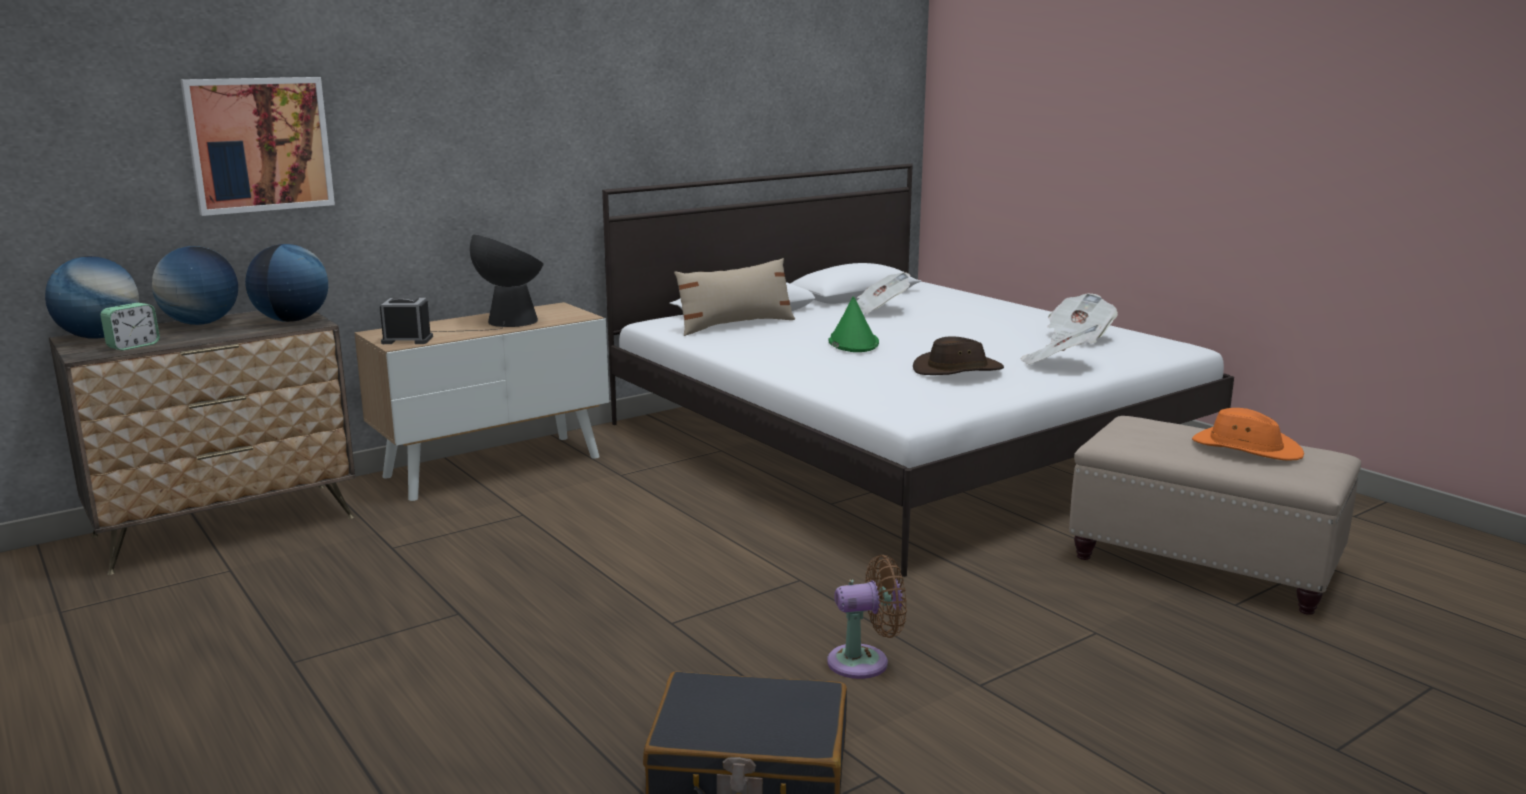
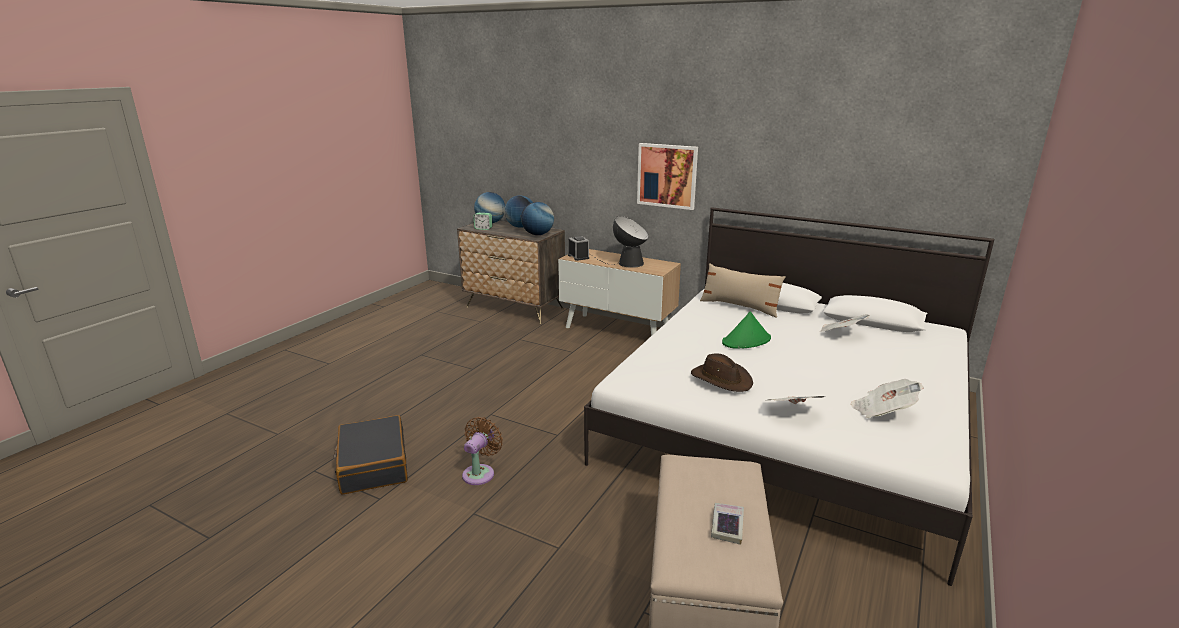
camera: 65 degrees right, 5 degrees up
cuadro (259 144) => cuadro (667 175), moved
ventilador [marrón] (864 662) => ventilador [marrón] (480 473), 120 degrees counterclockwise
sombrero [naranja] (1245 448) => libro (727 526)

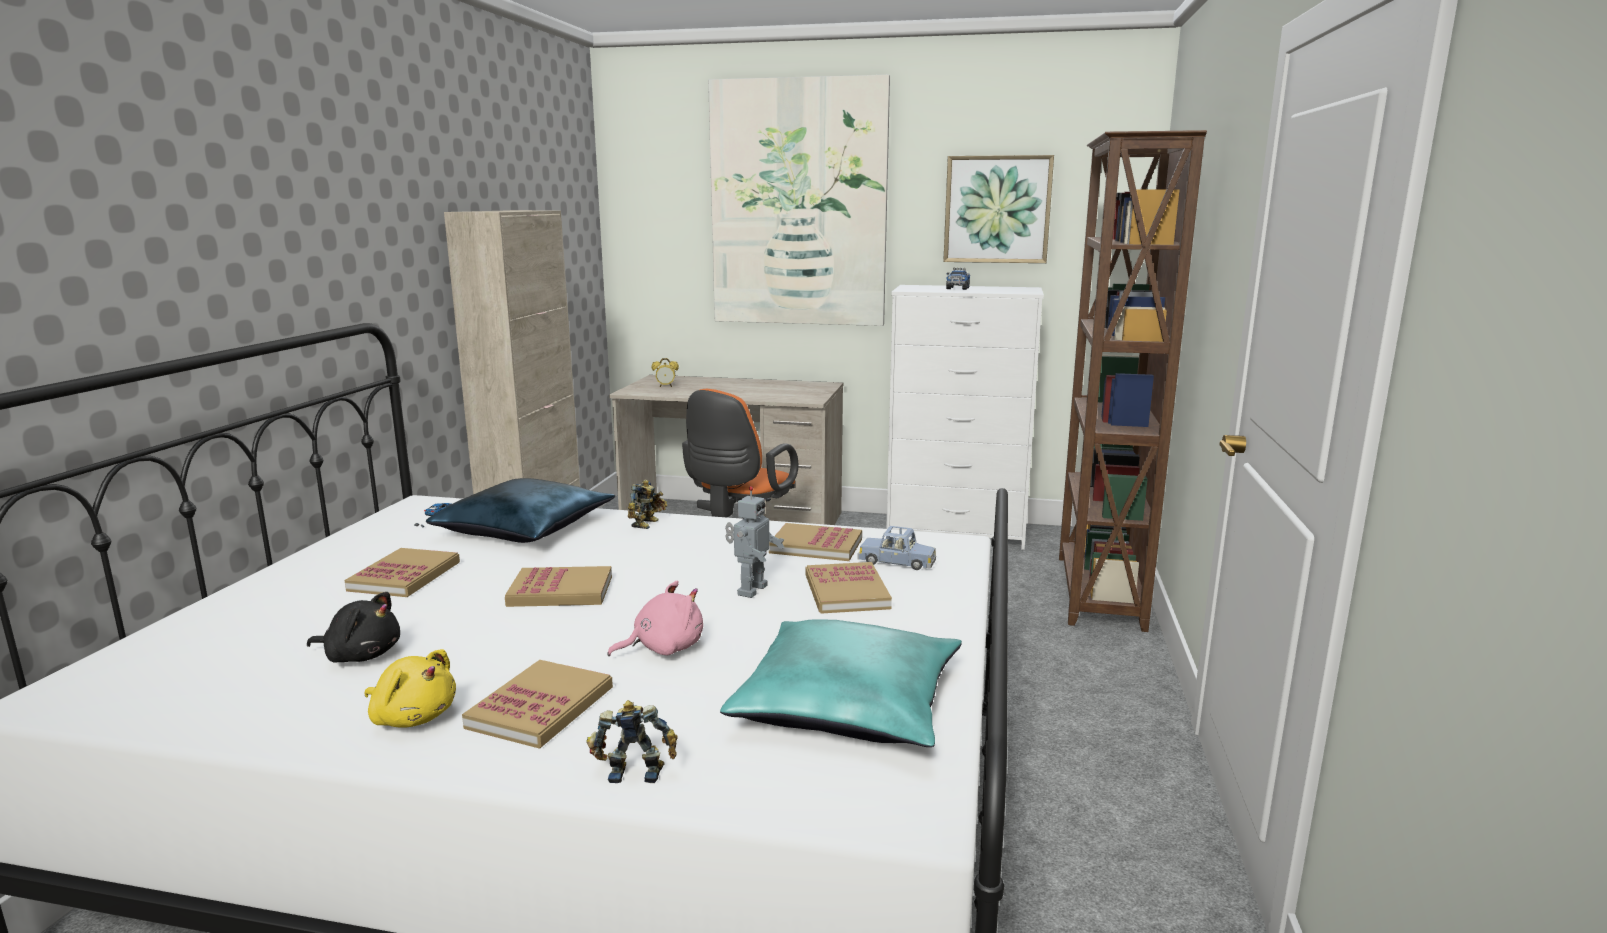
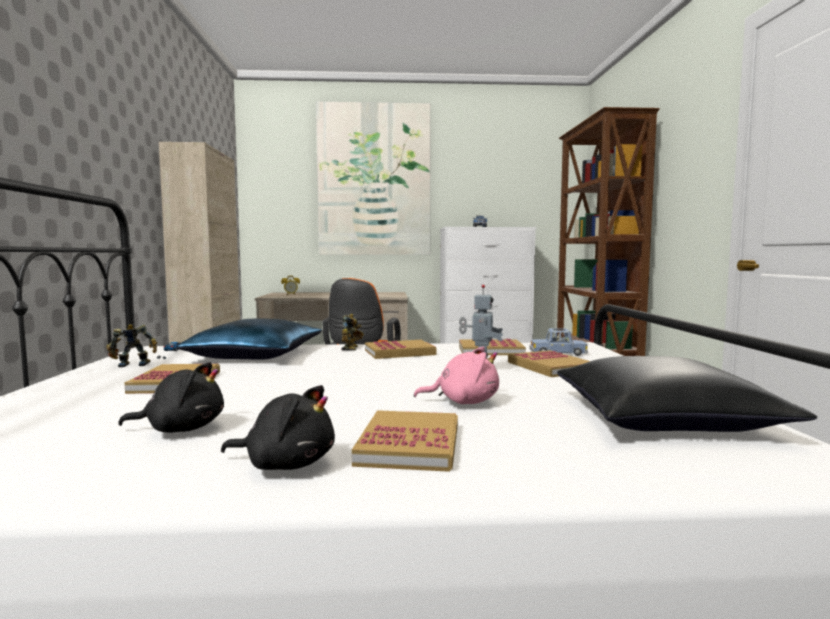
camera: 15 degrees left, 10 degrees down
peluche [amarillo] (412 717) => peluche [negro] (286 464)
libro (560 591) => libro (399 352), moved
robot de juguete (635 770) => robot de juguete (134 364), moved
peluche [rosa] (663 648) => peluche [rosa] (463 402), 45 degrees clockwise
cojín [turquesa] (848 703) => cojín [negro] (662 417)
cuadro (997 209) => nothing

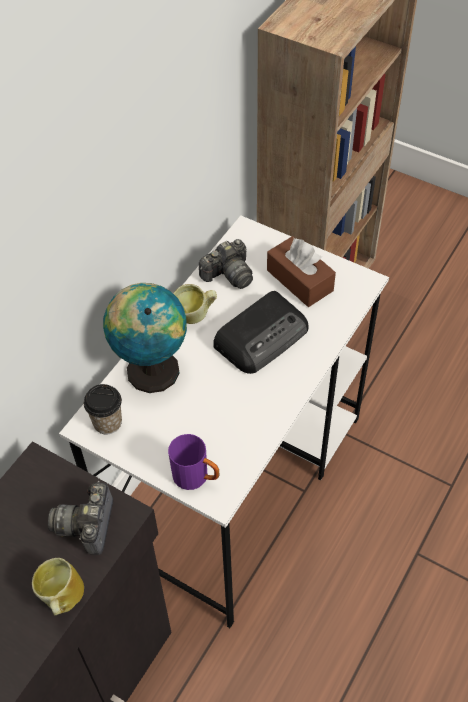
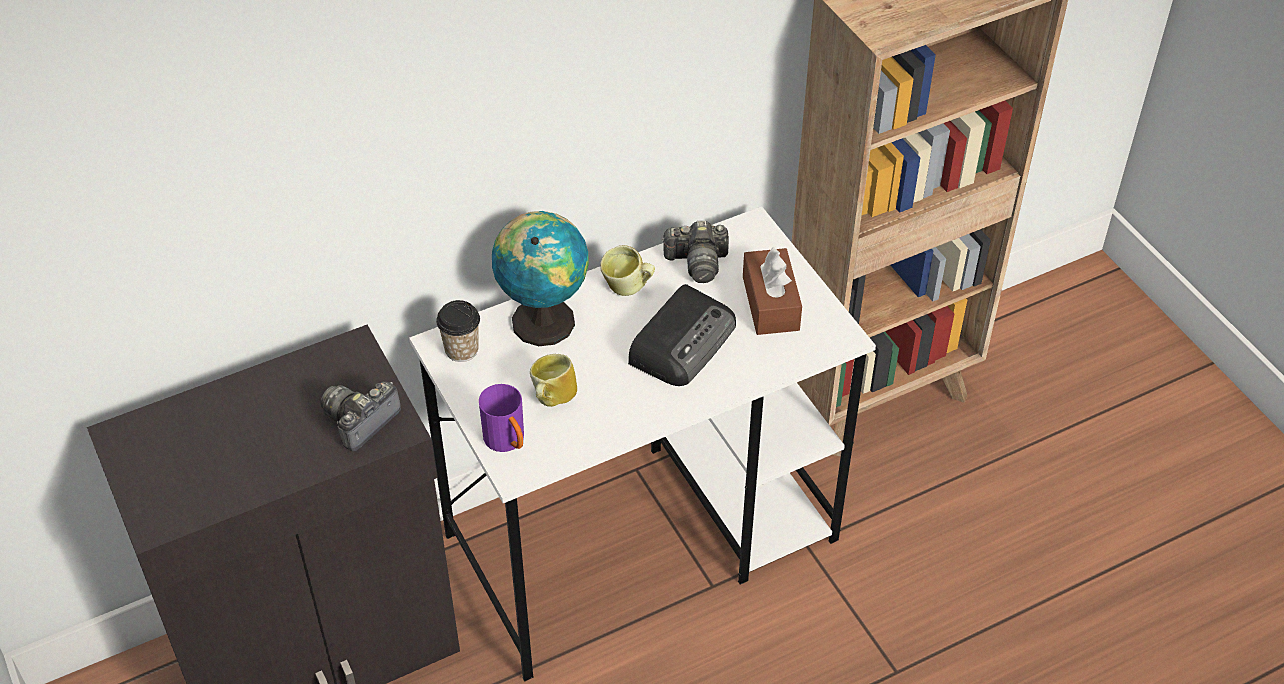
camera: 30 degrees right, 5 degrees down
taza grande (61 600) => taza grande (551 399), moved
radio (262 336) => radio (683 341), 45 degrees counterclockwise

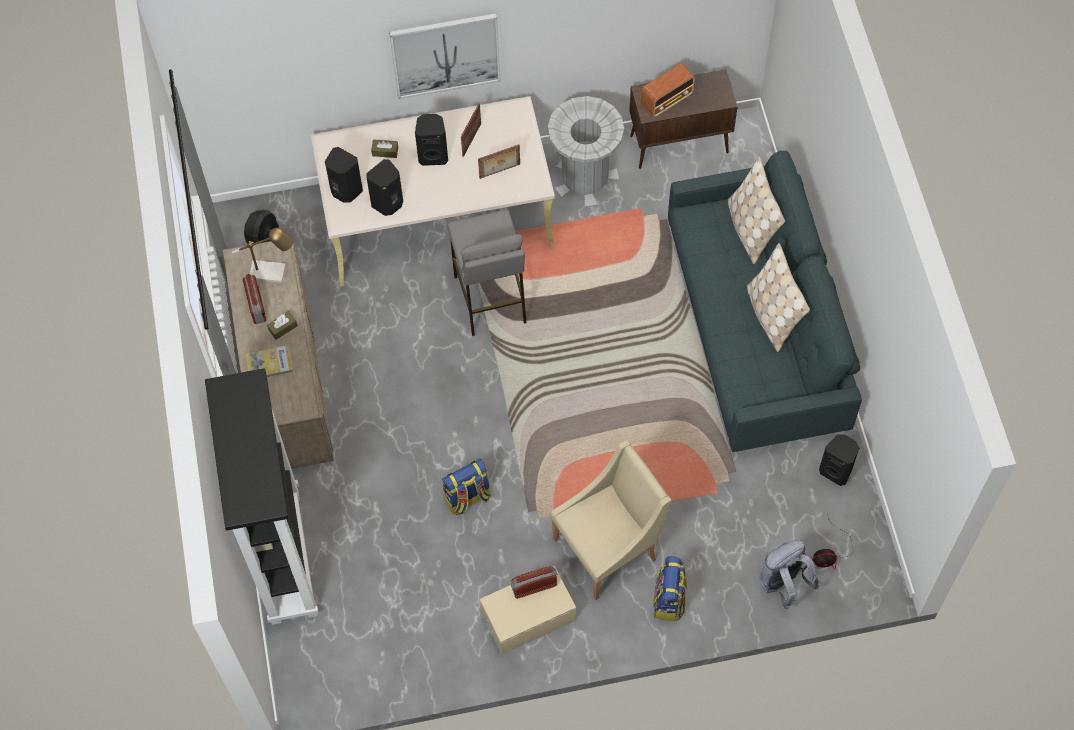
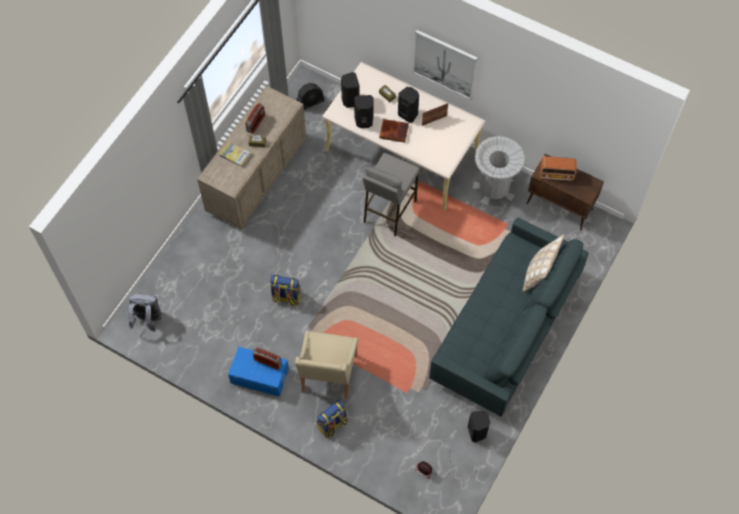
camera: 40 degrees right, 0 degrees up
estantería [negro] (284 555) => nothing
lámpara de mesa (273 272) => nothing
portarretratos (500 171) => nothing
caja de almacenaje [beis] (527 615) => caja de almacenaje [azul] (259 375)
sillón [beis] (608 548) => sillón [beis] (328 375), 90 degrees clockwise
cojín [beis] (772 315) => nothing
mochila [gris] (783 584) => mochila [gris] (147 320), moved
nothing => libro (394 131)

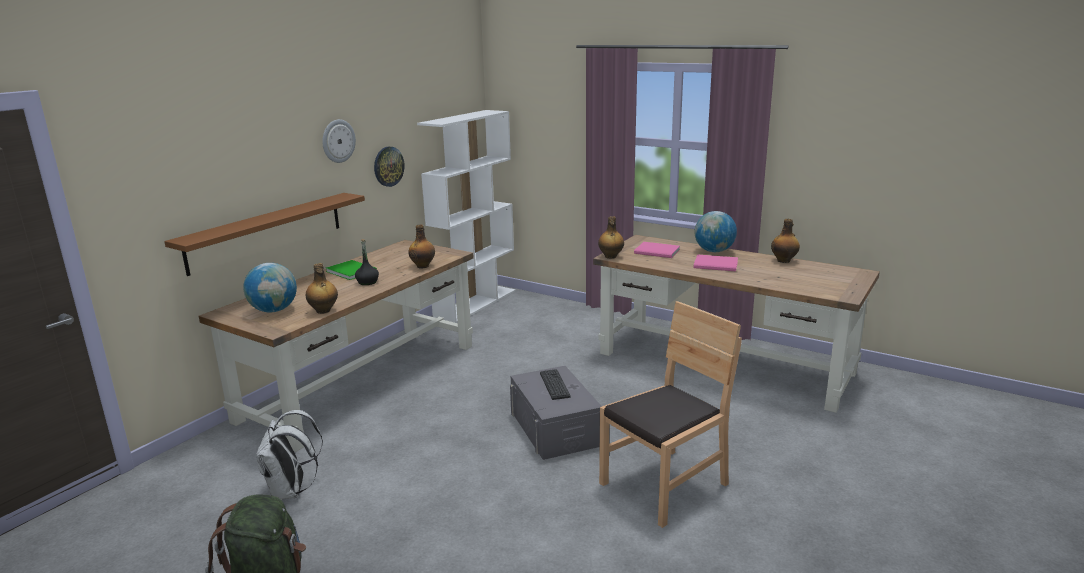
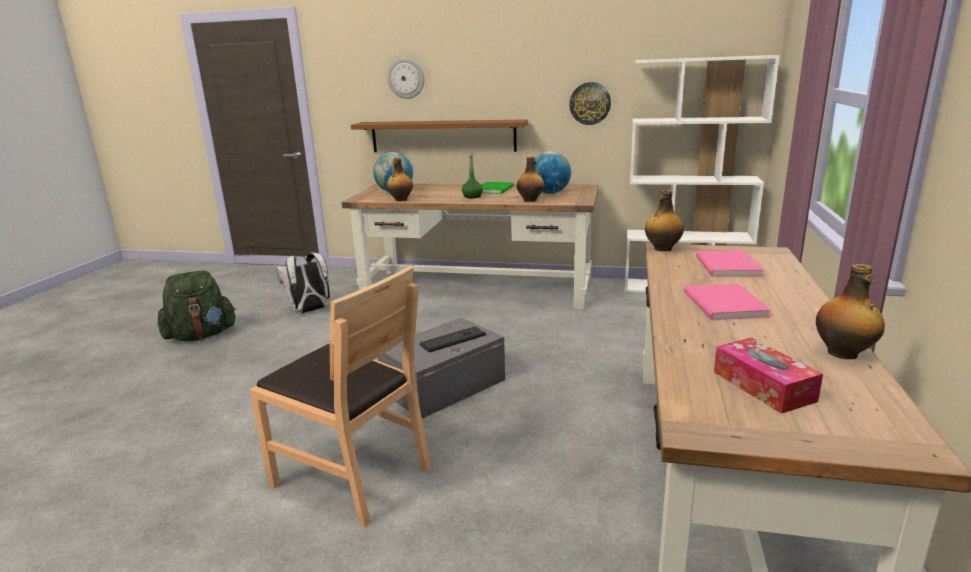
camera: 70 degrees right, 0 degrees up
reloj de pared (338 141) => reloj de pared (406 78), moved
botella [negro] (367 282) => botella [verde] (472 196)
globo terráqueo (714 251) => globo terráqueo (549 193), moved
nothing => caja de pañuelos (763 386)

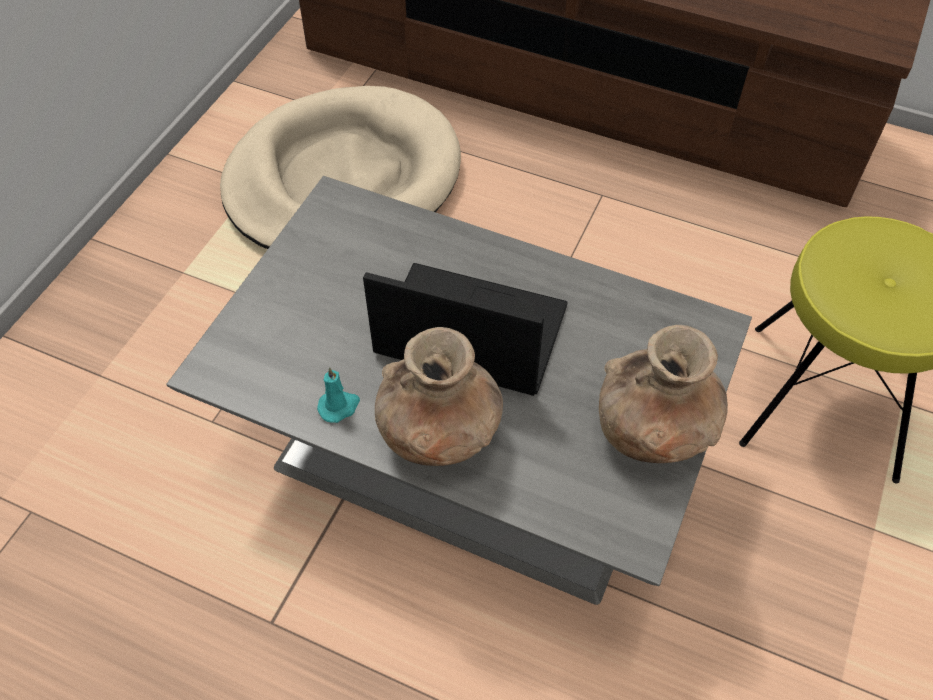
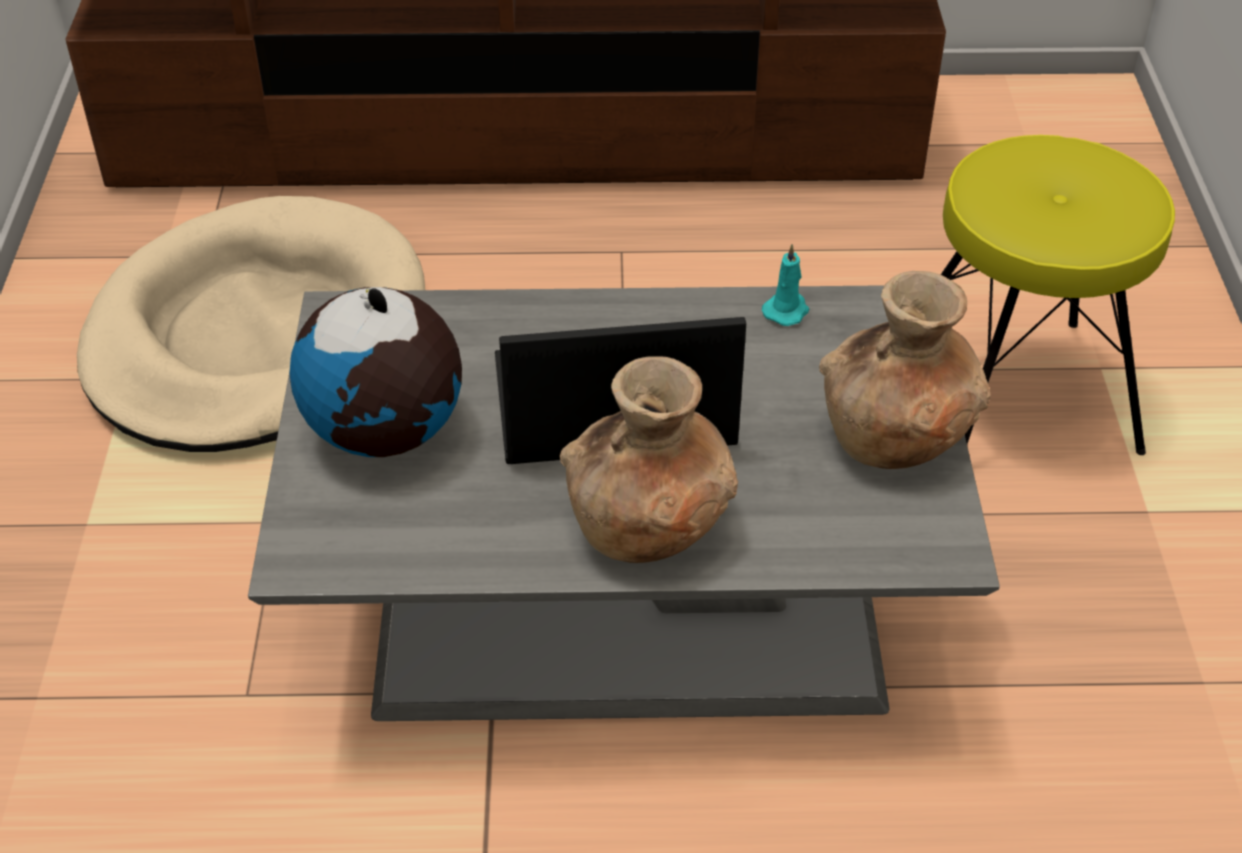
camera: 25 degrees left, 10 degrees down
vela [turquesa] (339 406) => vela [turquesa] (787 310), moved
nothing => globo terráqueo (385 433)

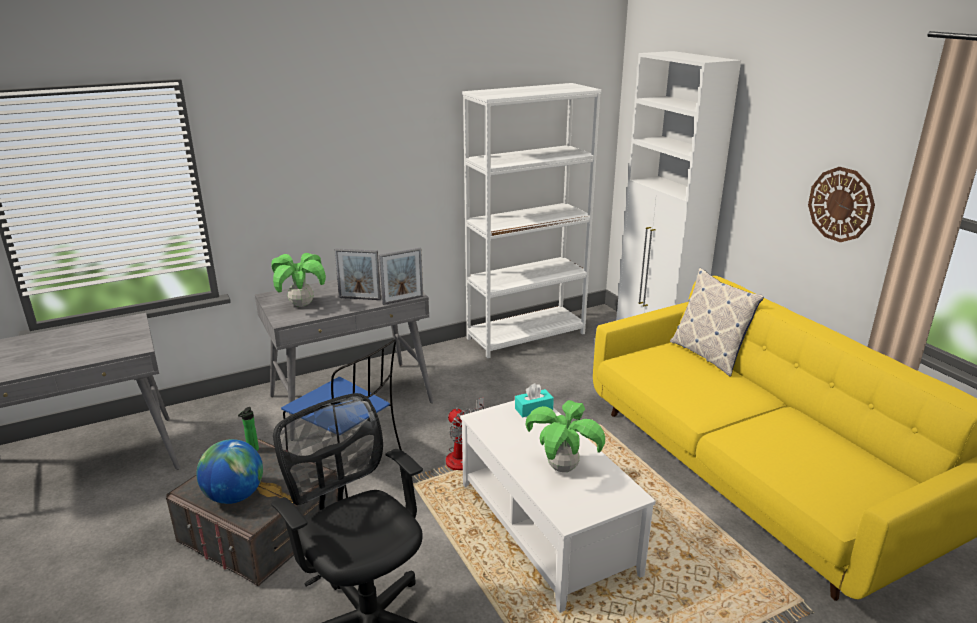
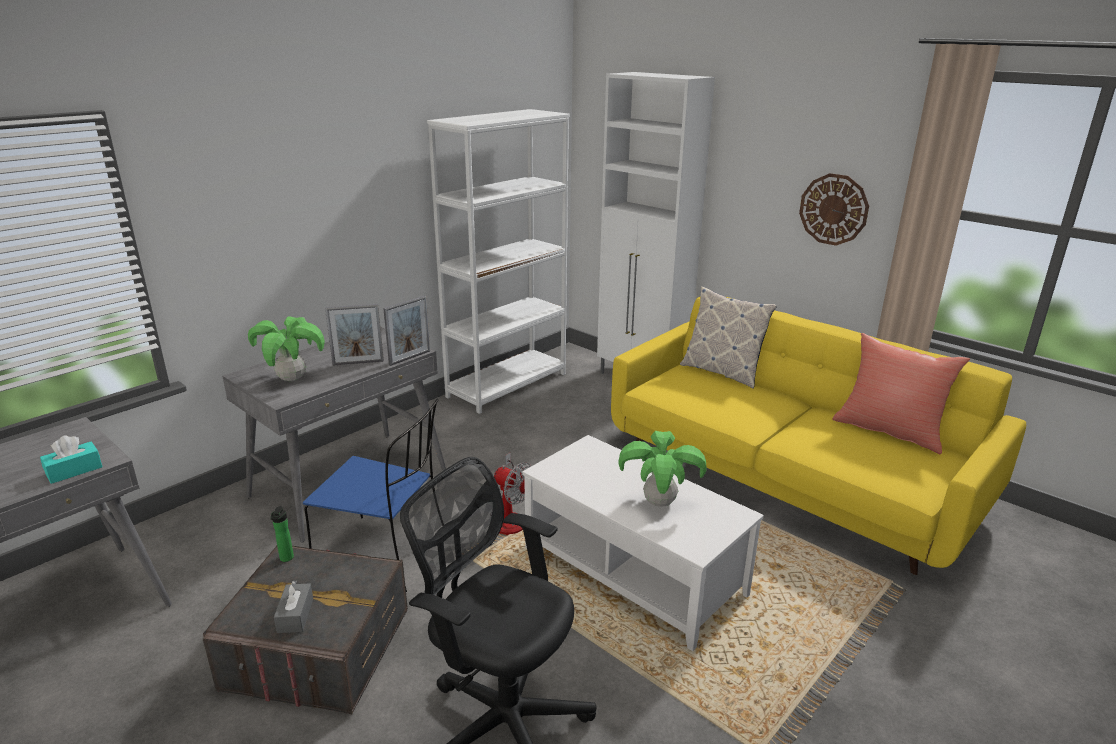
camera: 20 degrees left, 0 degrees up
globo terráqueo (234 496) => caja de pañuelos [gris] (295 615)
caja de pañuelos [turquesa] (533 409) => caja de pañuelos [turquesa] (74 470), moved
nothing => cojín [rojo] (889 431)

